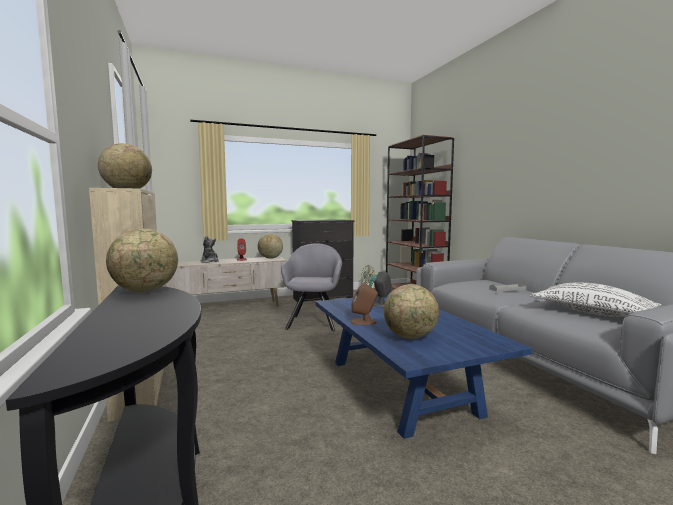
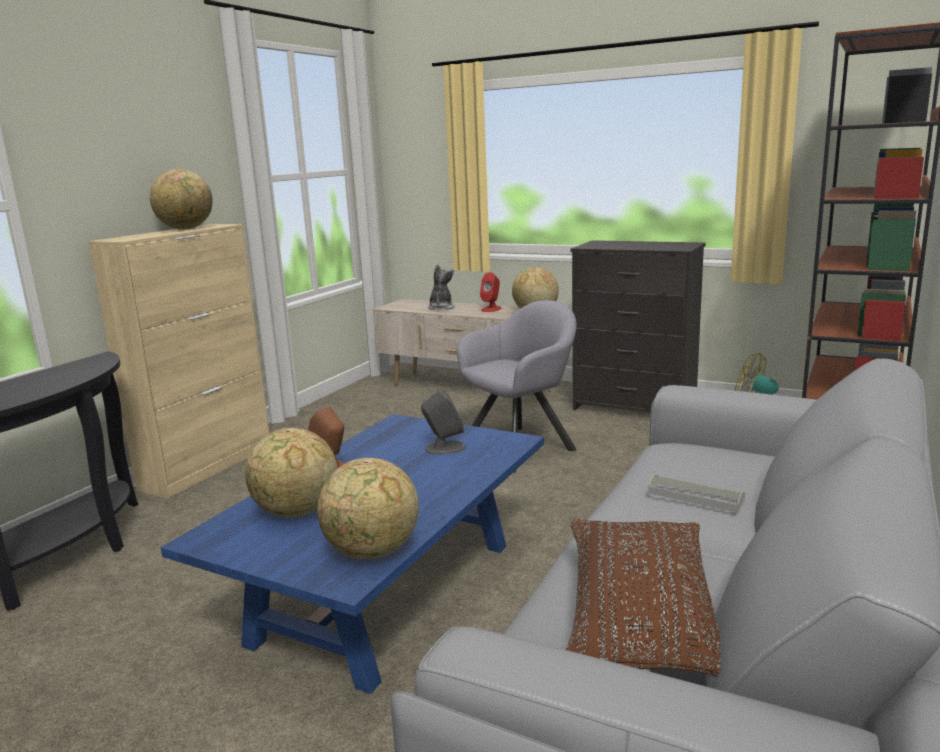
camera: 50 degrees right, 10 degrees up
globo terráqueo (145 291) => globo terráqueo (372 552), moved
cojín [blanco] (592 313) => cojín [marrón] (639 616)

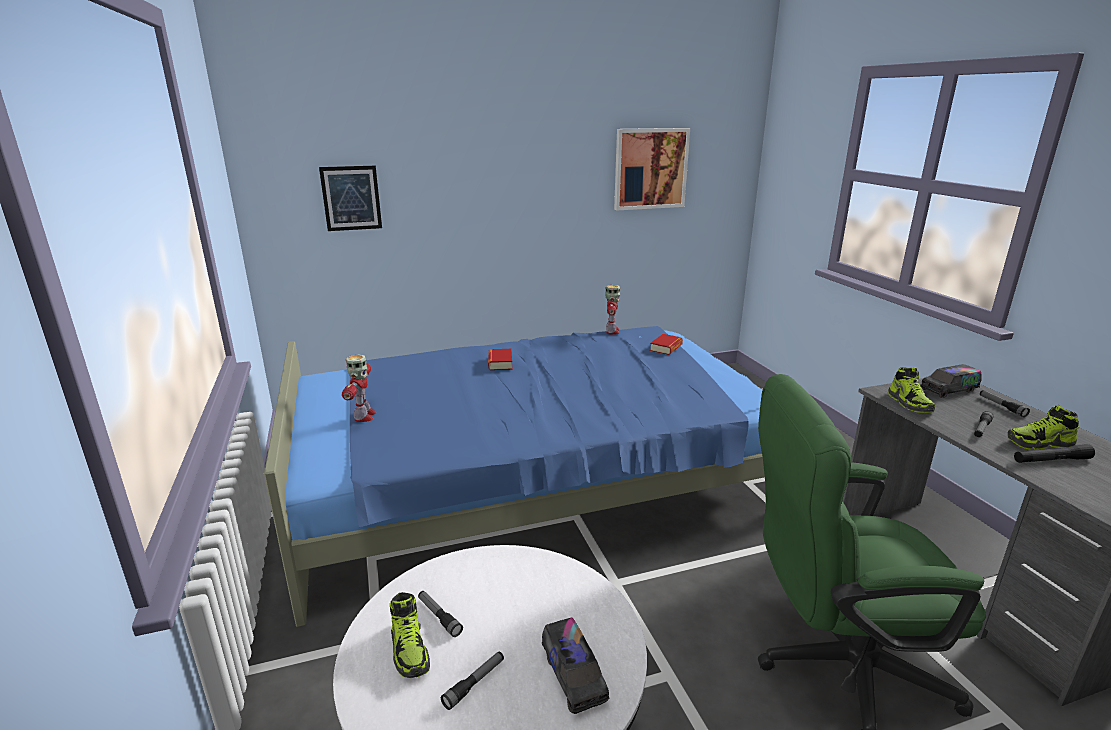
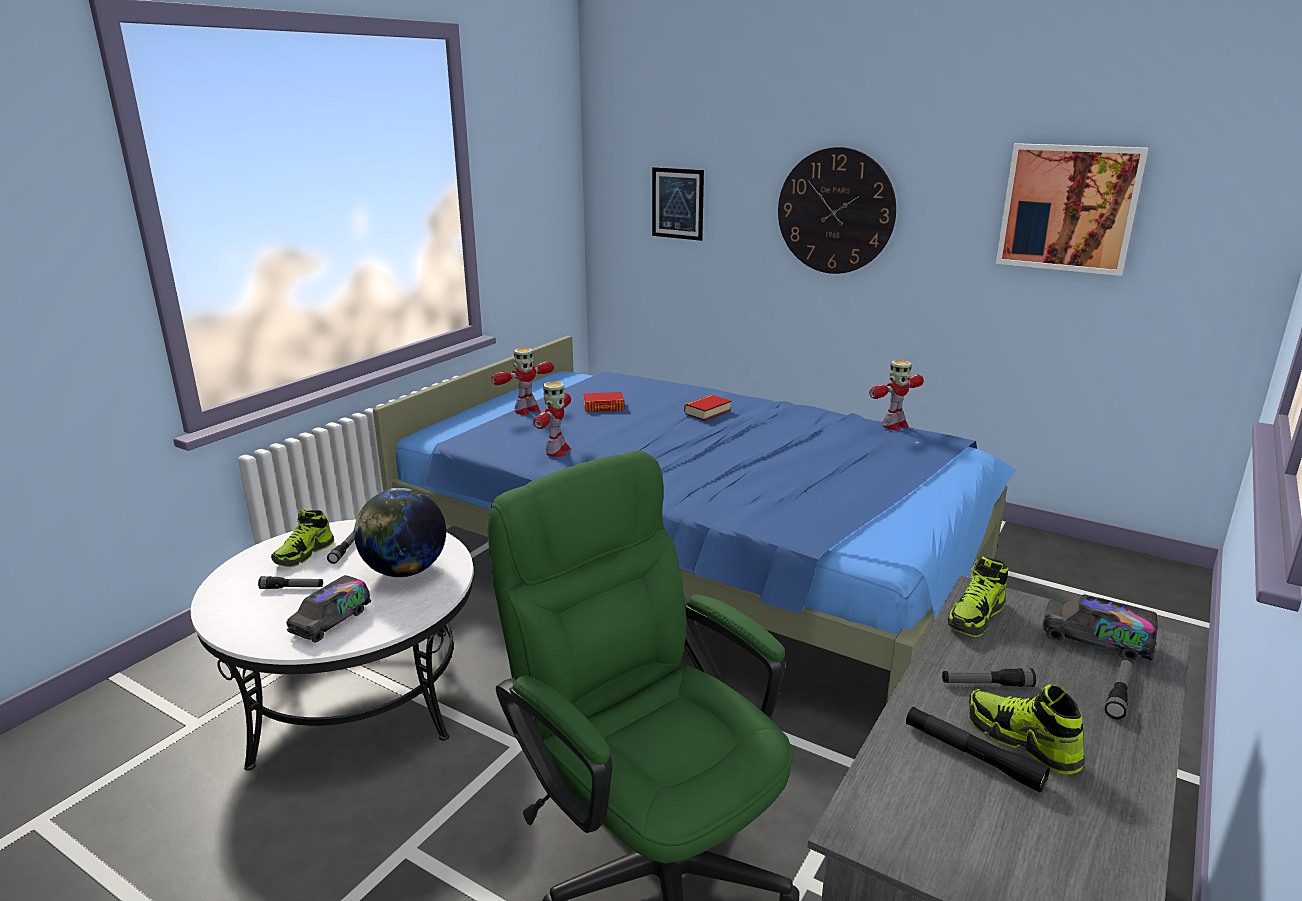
camera: 50 degrees right, 0 degrees up
libro (666 348) => libro (603 407), moved
nothing => globo terráqueo (405 571)
nothing => robot de juguete (557 451)
nothing => reloj de pared (835 211)

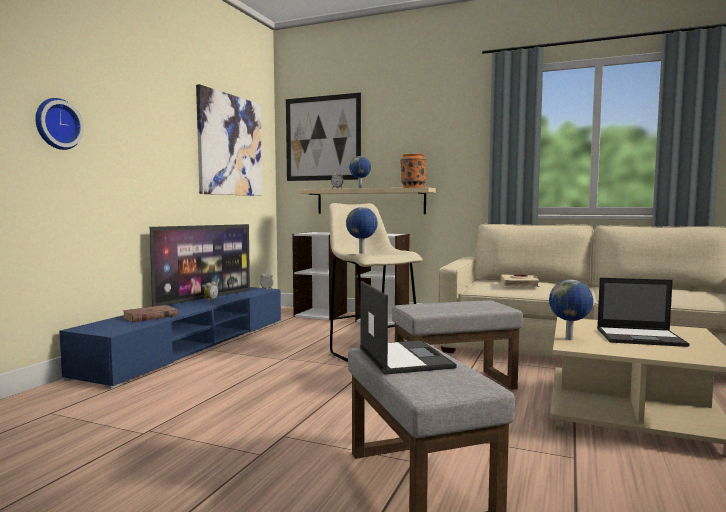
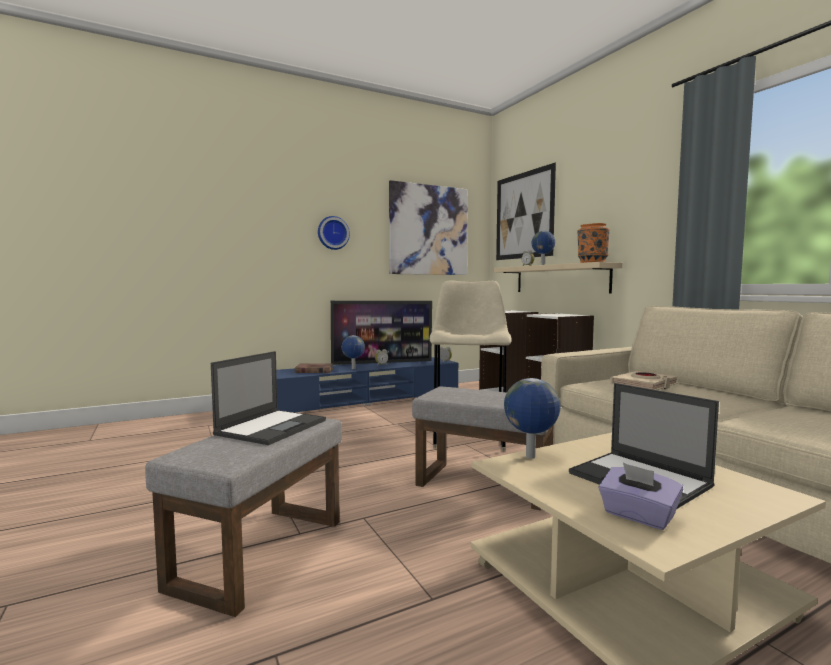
camera: 40 degrees right, 0 degrees up
reloj de pared (56 124) => reloj de pared (332 233), moved
globo terráqueo (362 253) => globo terráqueo (353 369), moved
nothing => caja de pañuelos [morado] (638 516)

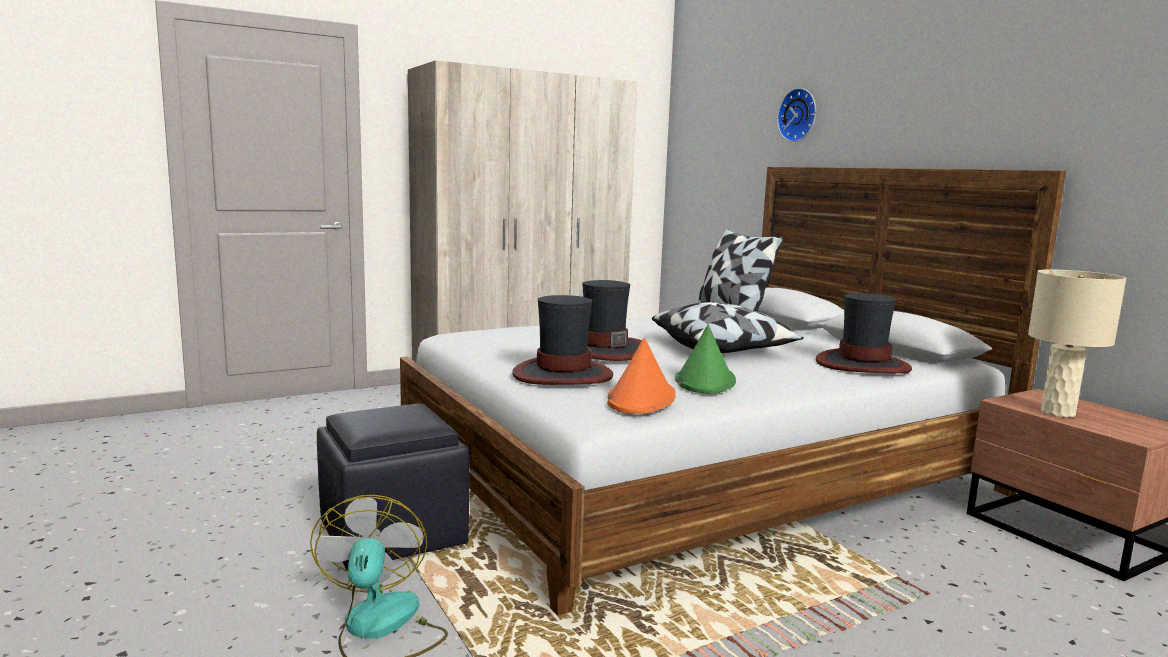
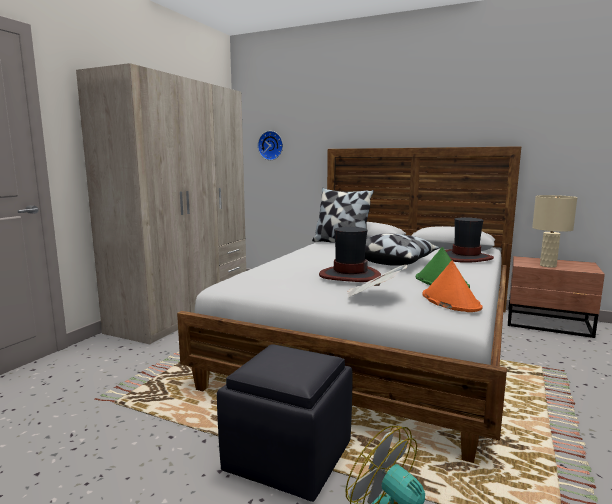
camera: 35 degrees left, 0 degrees up
sombrero (562 375) => periódico (373 297)
reloj de pared (799 115) => reloj de pared (271 145), moved

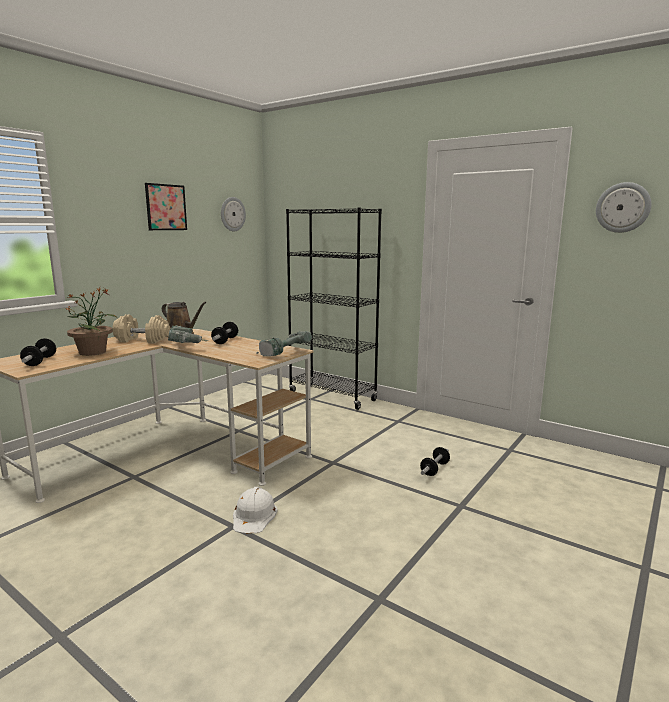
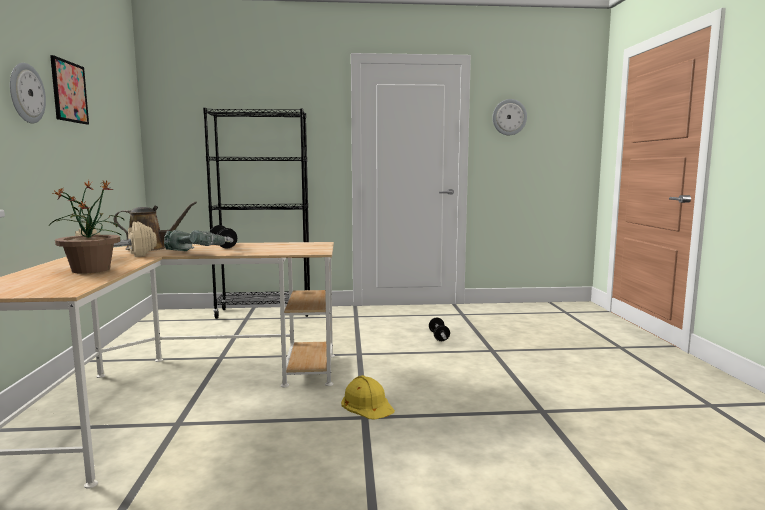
camera: 40 degrees left, 5 degrees down
mancuerna (40 361) => nothing
reloj de pared (232 214) => reloj de pared (26 93), moved
casco [blanco] (254 515) => casco [amarillo] (367 404)
taladro (283 353) => nothing

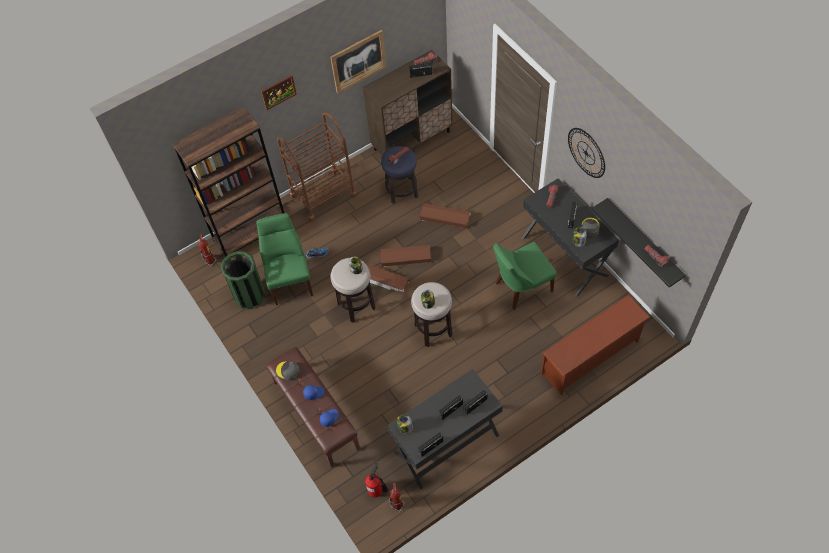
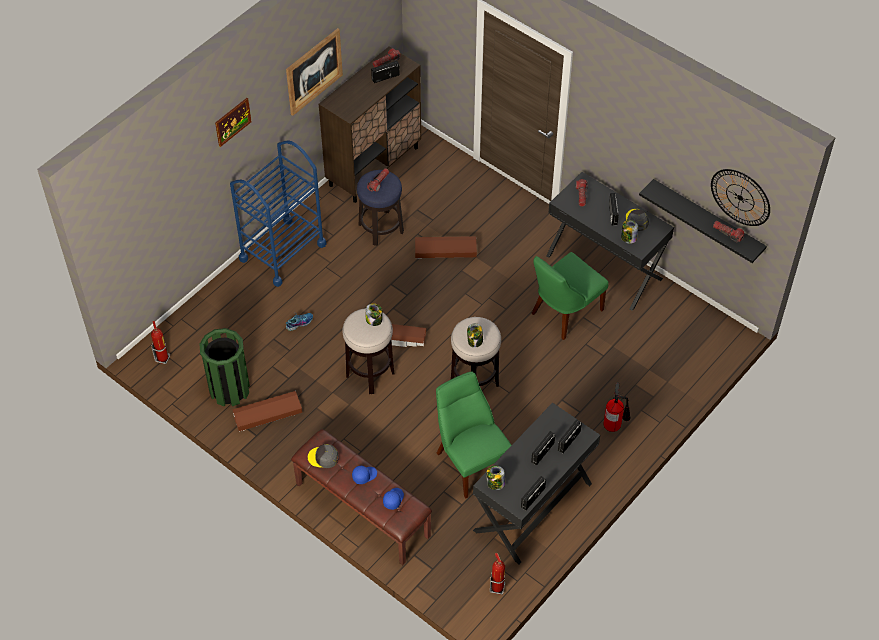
camera: 20 degrees left, 5 degrees down
estantería [marrón] (251 232) => nothing
silla [verde] (290 280) => silla [verde] (470 462), moved
carrito [marrón] (323 195) => carrito [azul] (282 252)
extintor (378 491) => extintor (614 425), moved
caja de almacenaje [marrón] (405 257) => caja de almacenaje [marrón] (267 413), moved
zapatero [marrón] (590 358) => nothing
reloj de pared (586 153) => reloj de pared (740 197), moved

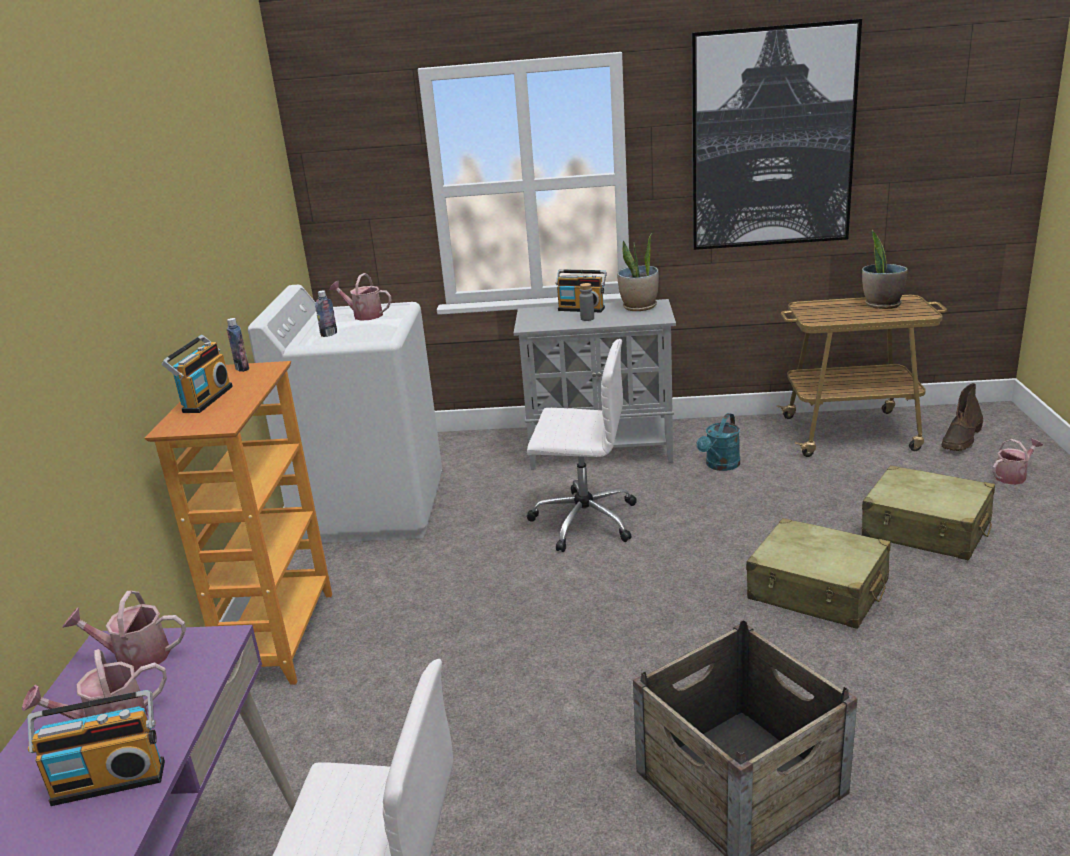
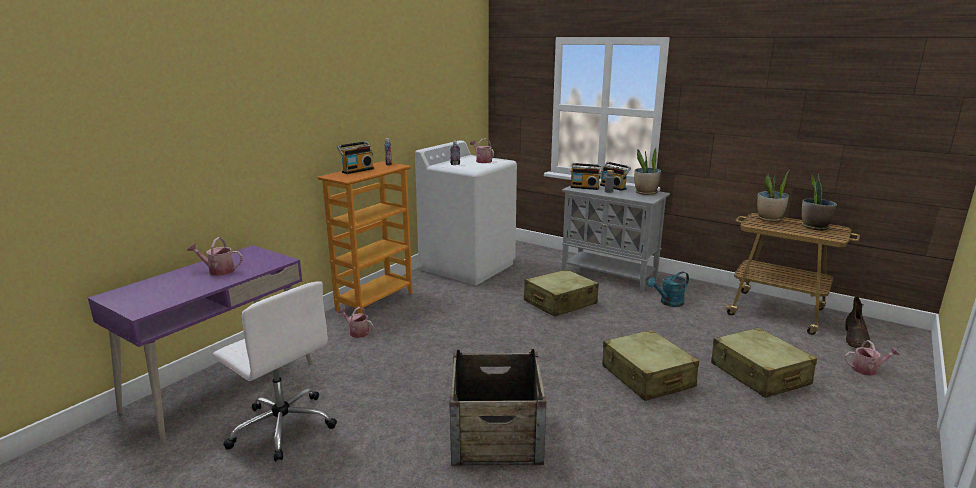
camera: 30 degrees right, 5 degrees down
radio (110 779) => radio (585 187), moved
regadera (135 657) => regadera (357 332), moved
silla de oficina [blanco] (582 520) => maleta [beis] (560 303)
cuadro (772 139) => nothing
bota [marrón] (961 439) => bota [marrón] (856 339), 45 degrees counterclockwise
nothing => planta en maceta (769 219)

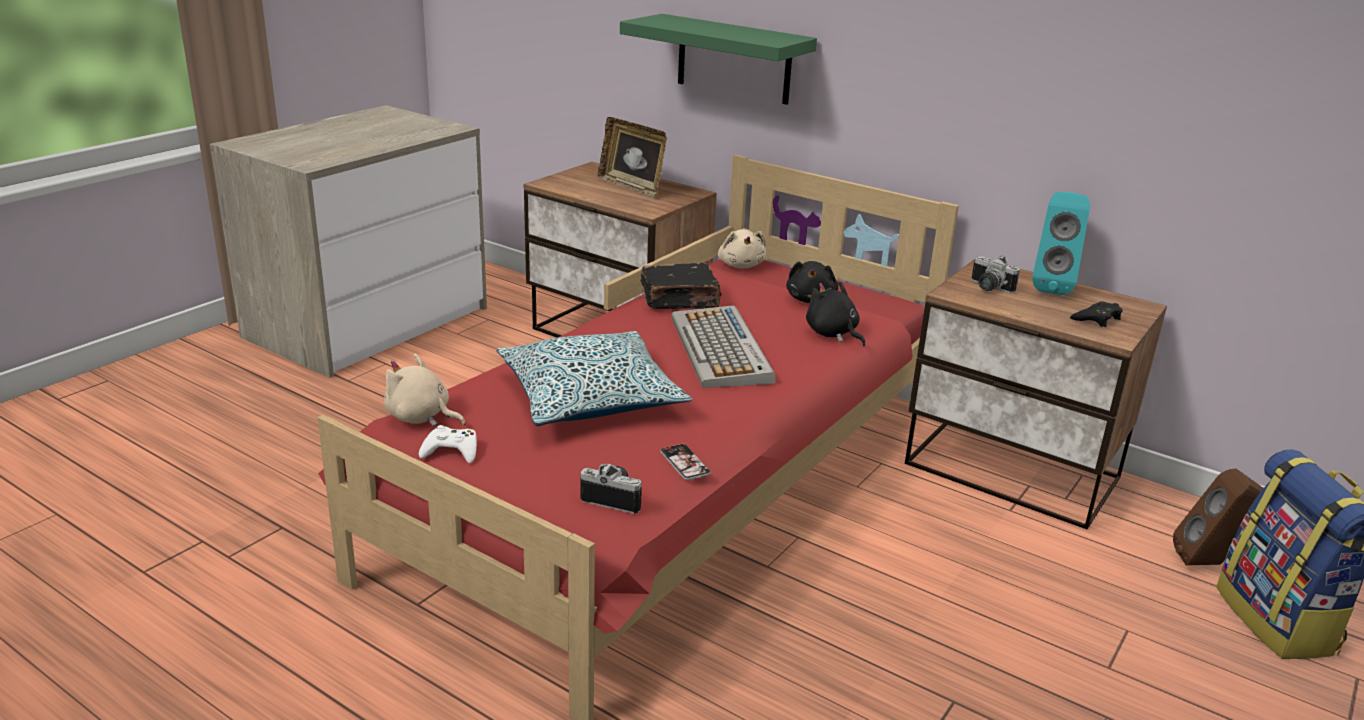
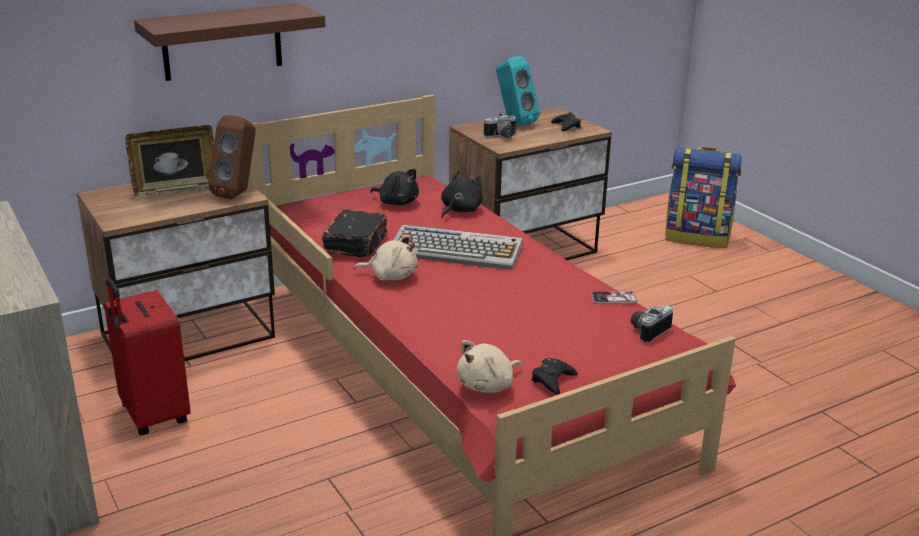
camera: 65 degrees left, 0 degrees up
mando de consola [blanco] (451 451) => mando de consola [negro] (552 380)
cojín (590 397) => nothing
estante [verde] (734 59) => estante [marrón] (222 42)
peluche [beis] (741 265) => peluche [beis] (391 276), moved
peluche [negro] (833 334) => peluche [negro] (460 210), 135 degrees clockwise
altavoz [marrón] (1210 563) => altavoz [marrón] (238 193), moved
nothing => maleta [rojo] (152 416)

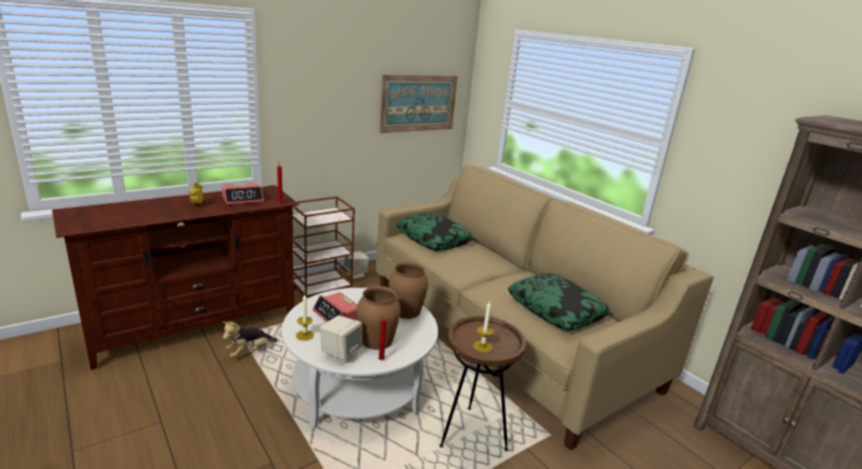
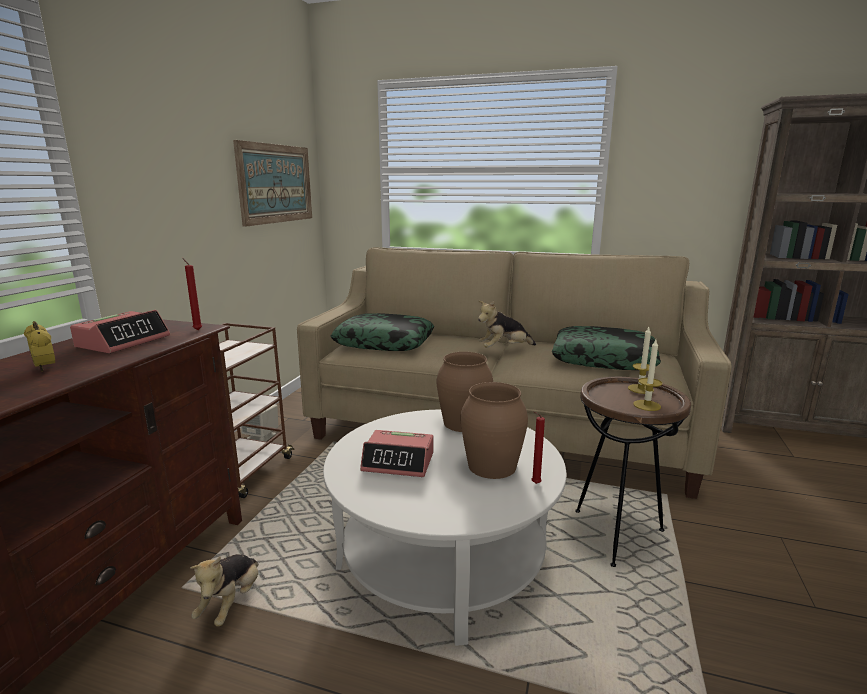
camera: 35 degrees left, 5 degrees down
vela (305 335) => vela (640 389), moved
altavoz [beis] (340 354) => nothing
nothing => peluche (504 349)

